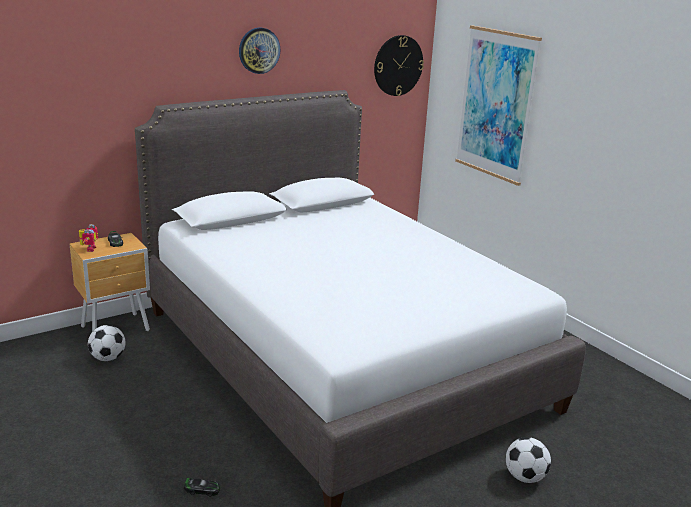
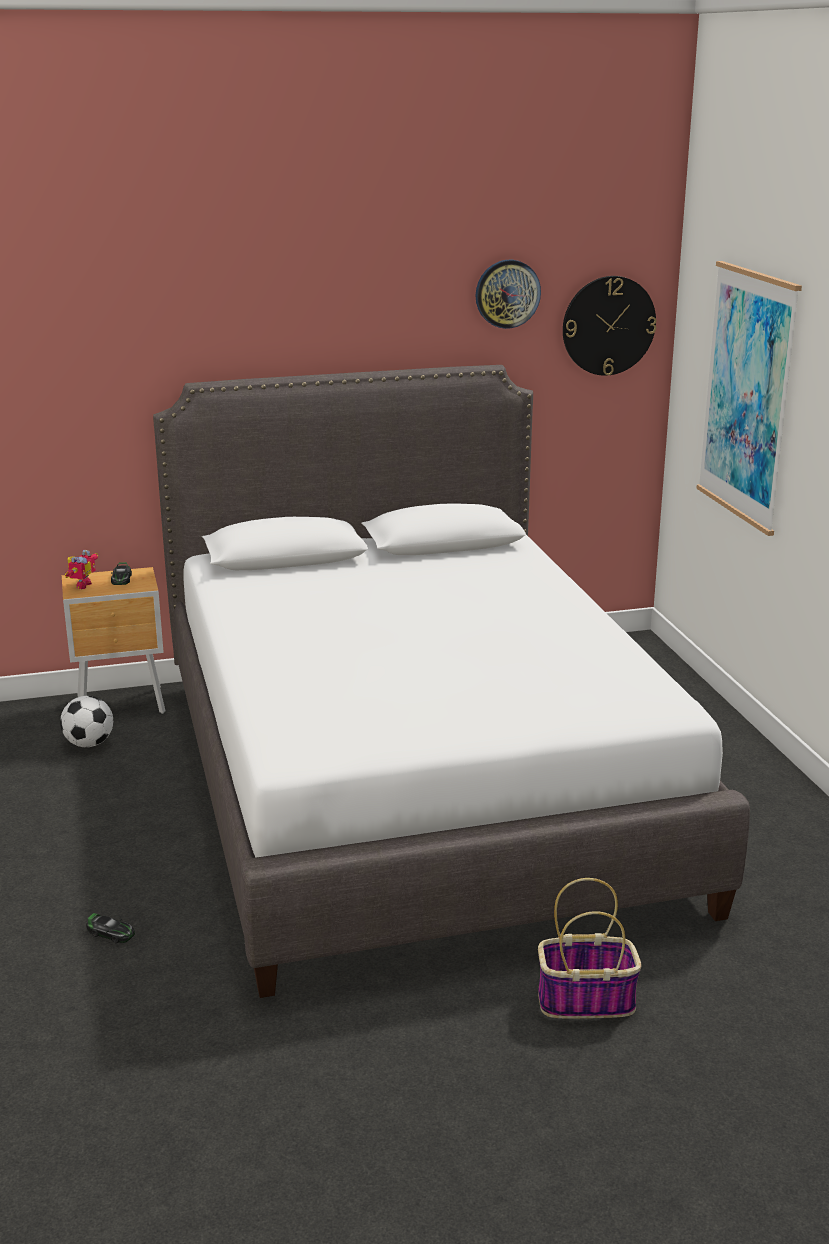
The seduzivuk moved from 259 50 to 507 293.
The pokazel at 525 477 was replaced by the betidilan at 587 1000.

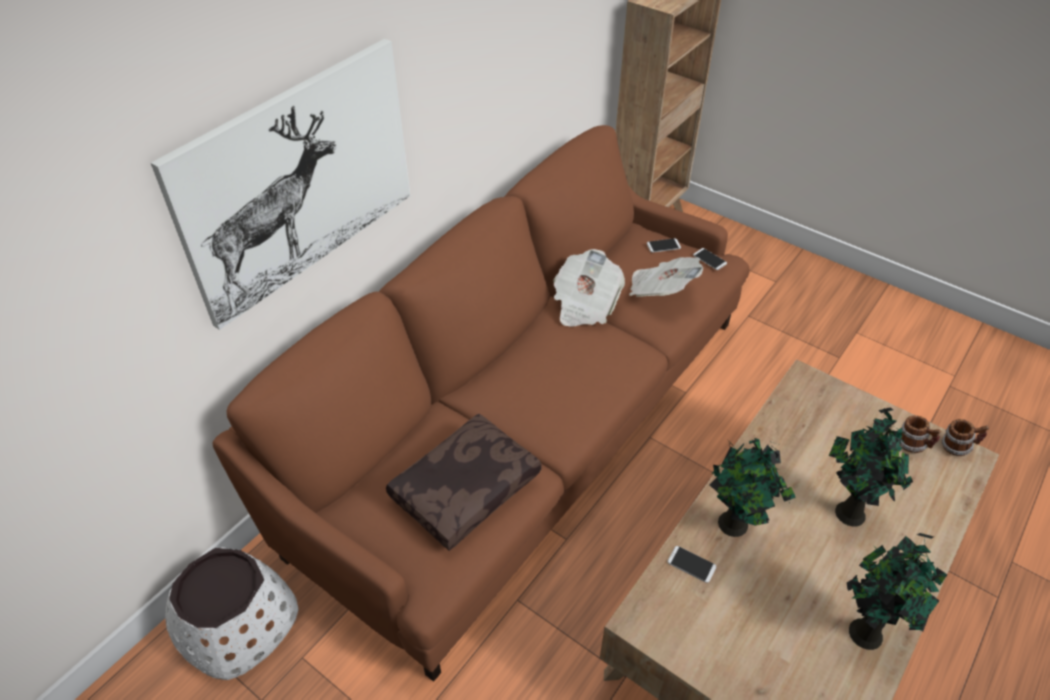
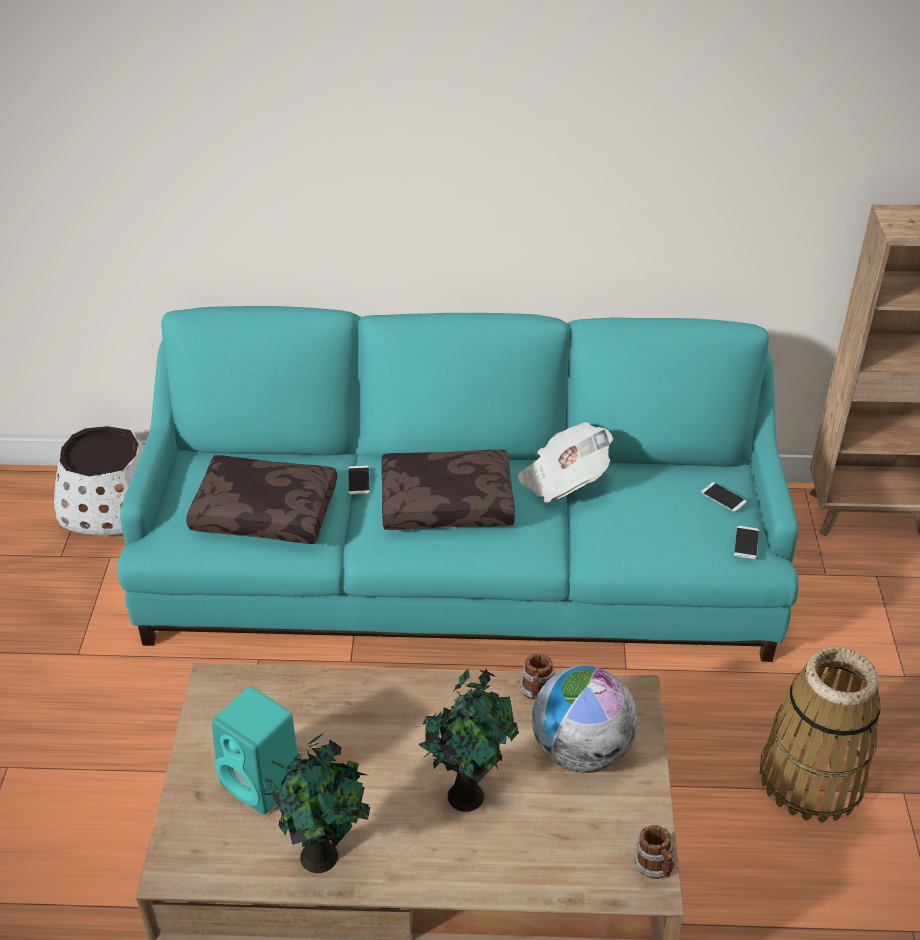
The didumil at 299 180 disappeared.
The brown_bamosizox at 526 423 became the turquoise_bamosizox at 461 566.
The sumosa at 661 290 disappeared.
The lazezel moved from 912 445 to 536 692.
The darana at 735 525 disappeared.
The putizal moved from 691 564 to 358 480.
The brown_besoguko at 448 501 appeared.
The betidilan at 811 777 appeared.
The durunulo at 581 751 appeared.
The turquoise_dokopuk at 264 782 appeared.

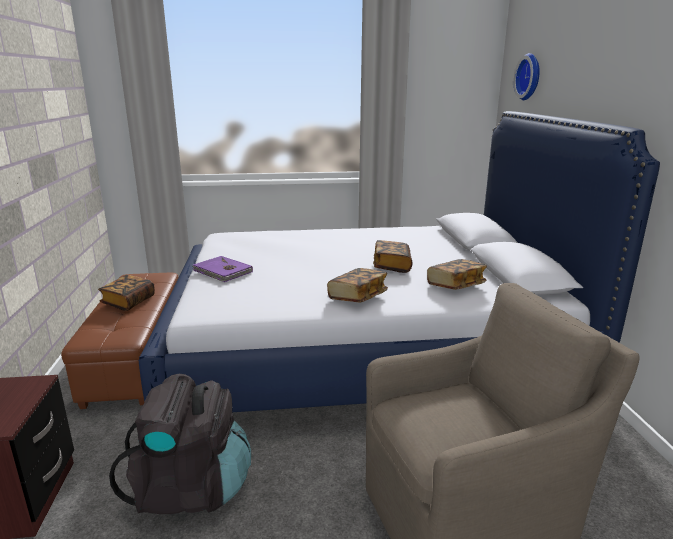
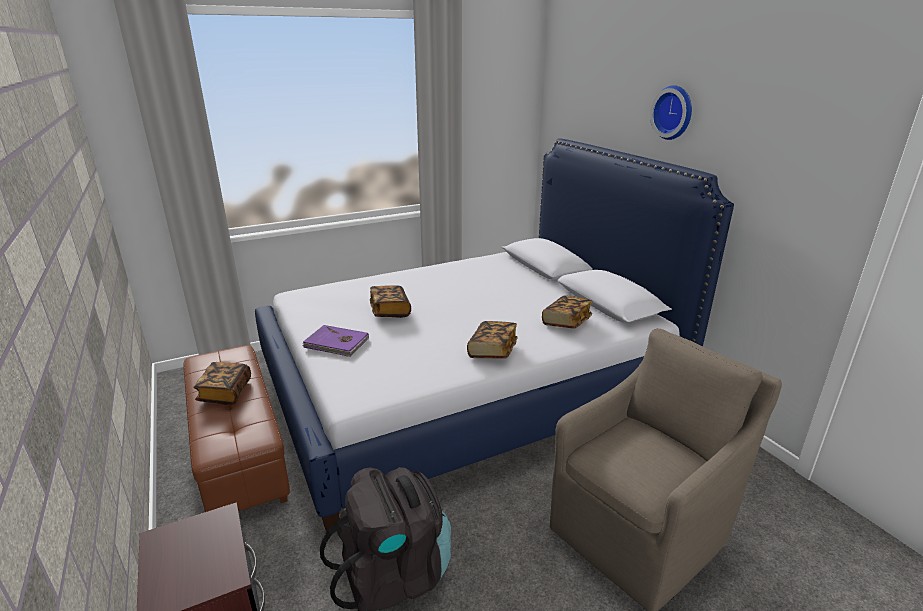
The seduzivuk moved from 530 77 to 674 112.
The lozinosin moved from 392 266 to 390 311.

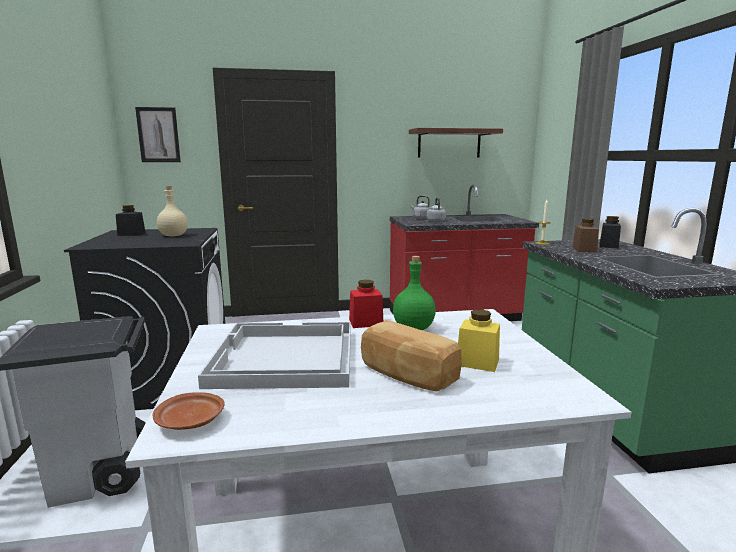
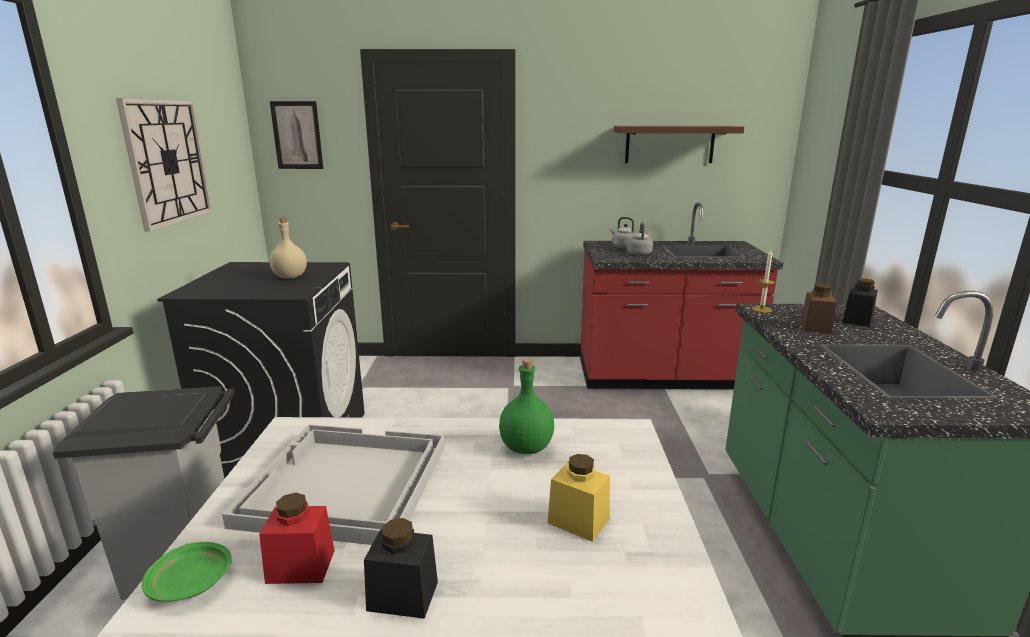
The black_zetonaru moved from 131 234 to 403 596.
The red_zetonaru moved from 366 322 to 301 566.
The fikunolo at 407 375 disappeared.
The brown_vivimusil at 191 421 became the green_vivimusil at 191 583.
The seduzivuk at 167 162 appeared.

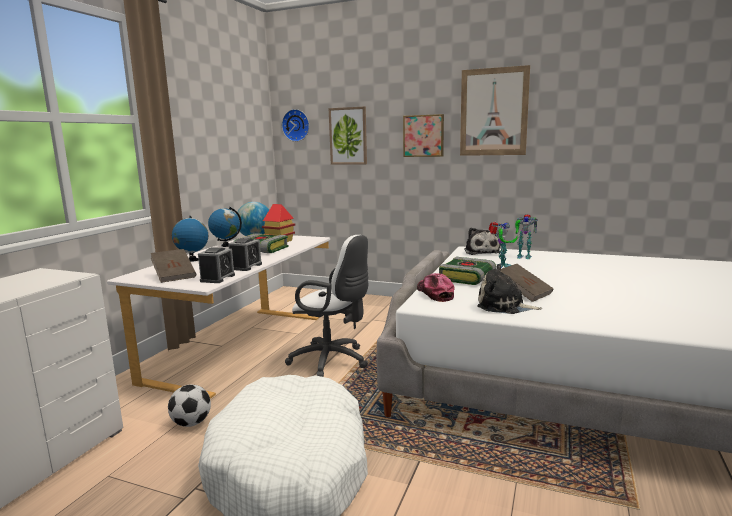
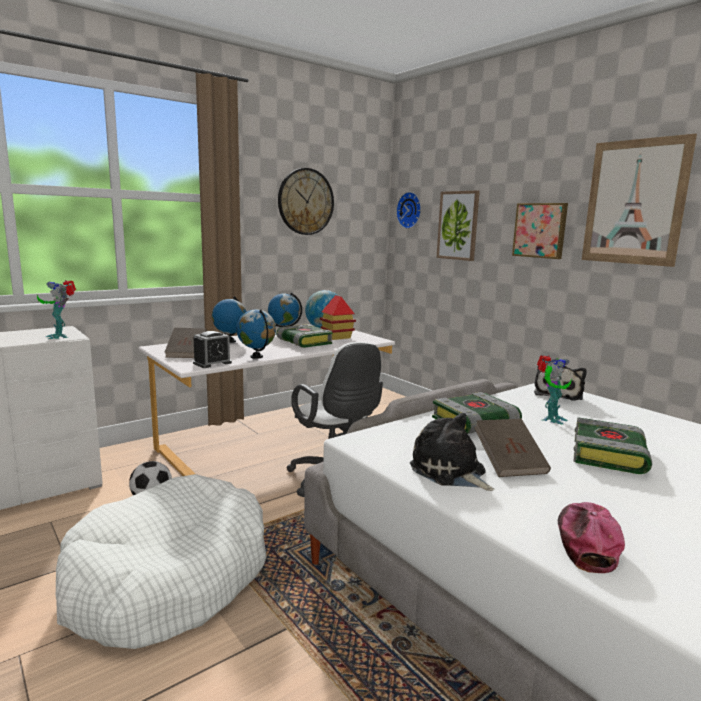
The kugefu moved from 523 256 to 60 336.
The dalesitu at 246 266 was replaced by the durunulo at 256 357.
The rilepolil moved from 434 293 to 585 542.
The seduzivuk at 305 201 appeared.
The lozinosin at 610 456 appeared.

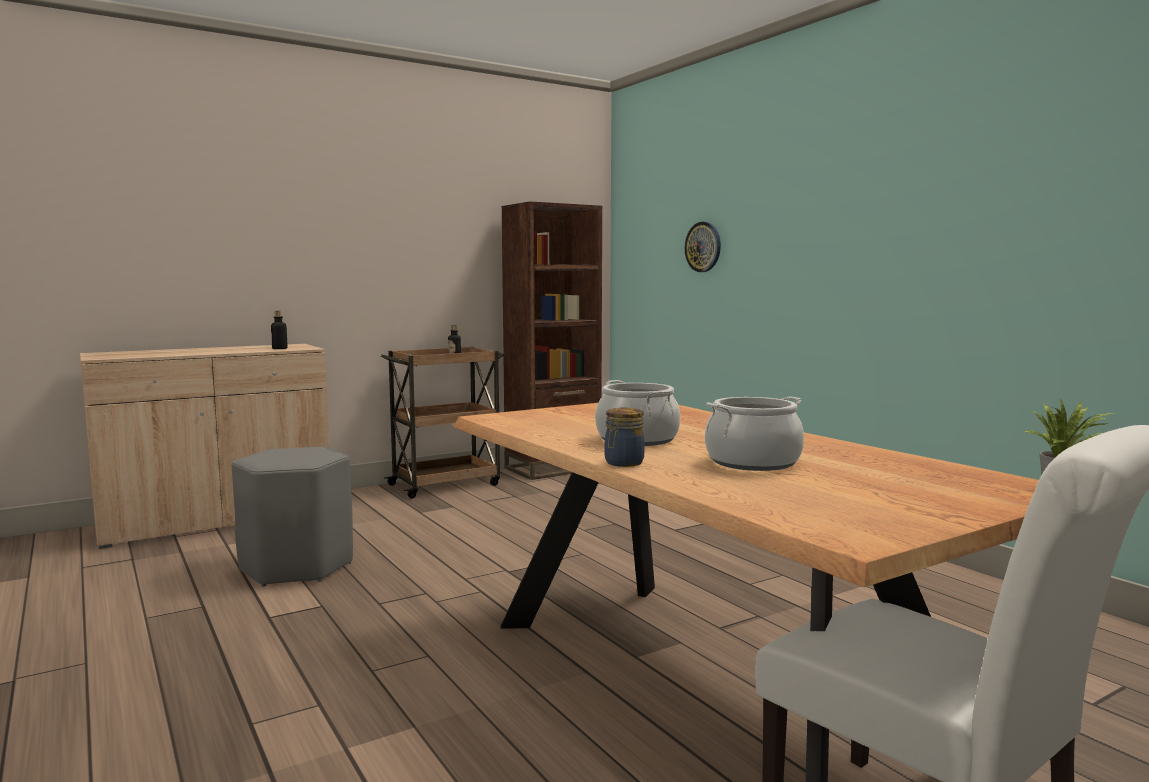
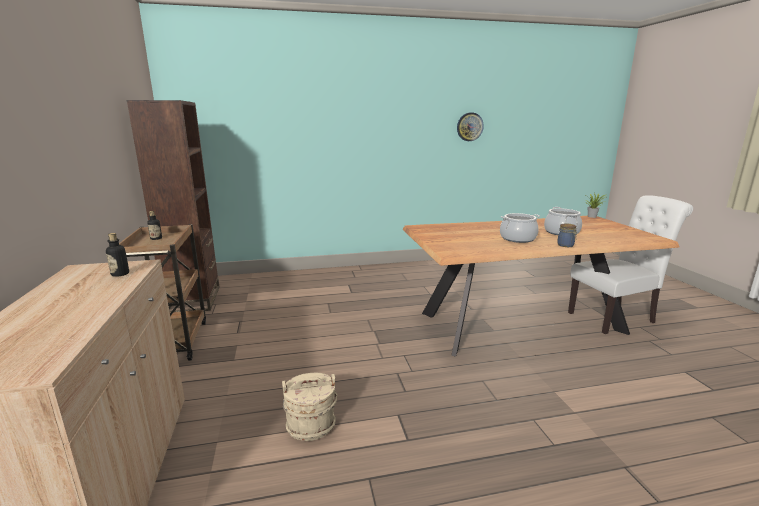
The seduzivuk moved from 703 247 to 469 127.
The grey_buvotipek at 297 566 was replaced by the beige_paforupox at 311 425.

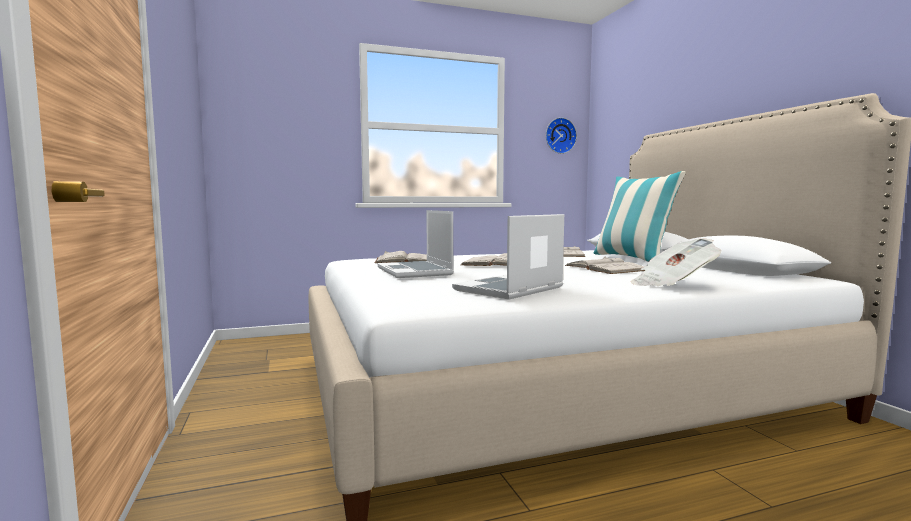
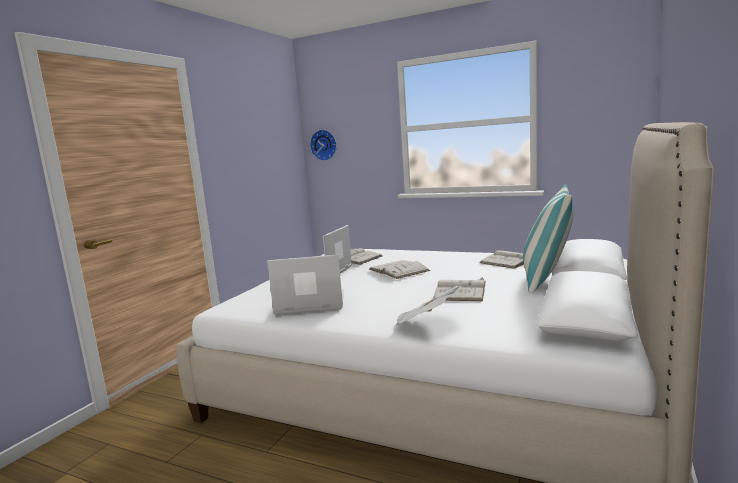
The seduzivuk moved from 559 136 to 324 145.

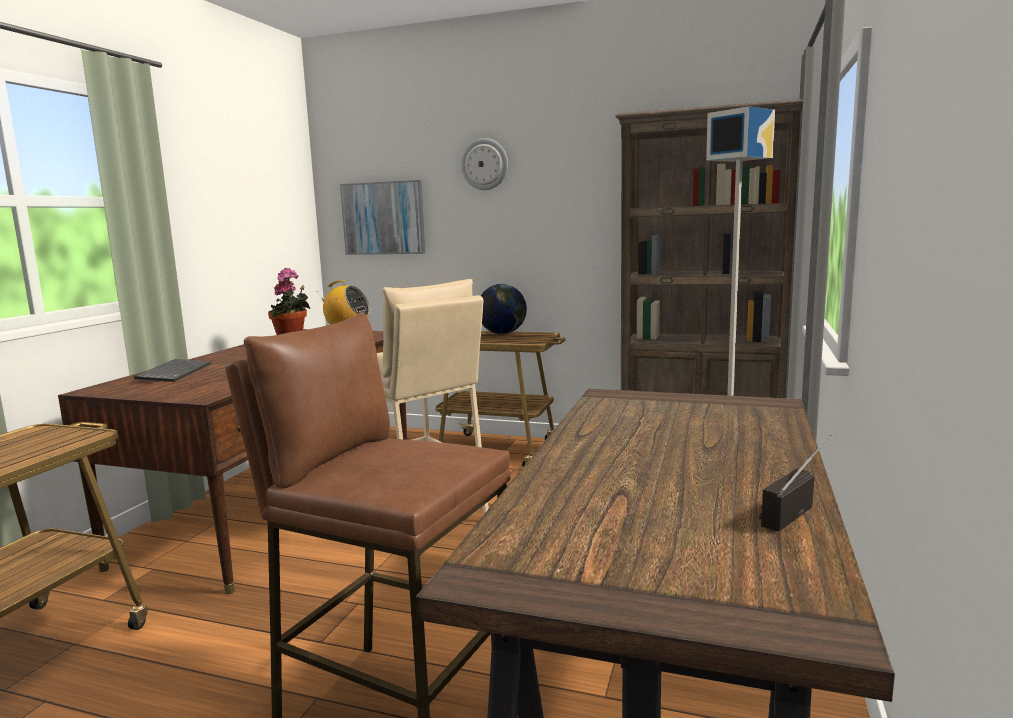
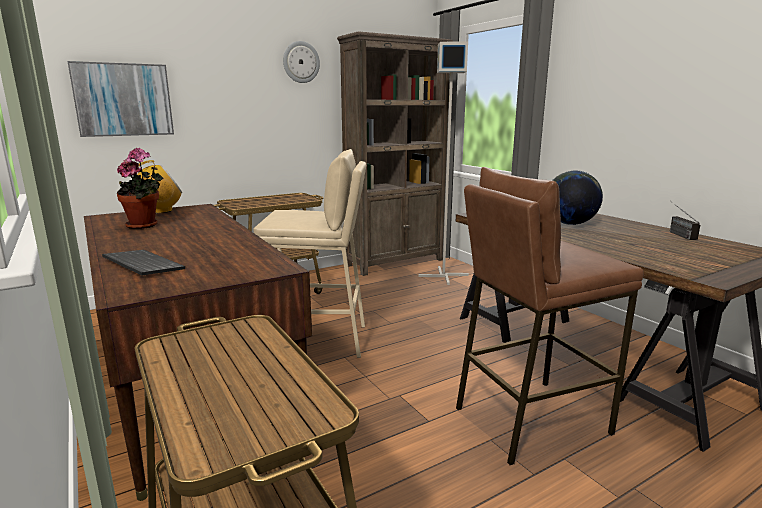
The seduzivuk moved from 484 164 to 301 62.
The durunulo moved from 502 334 to 570 224.

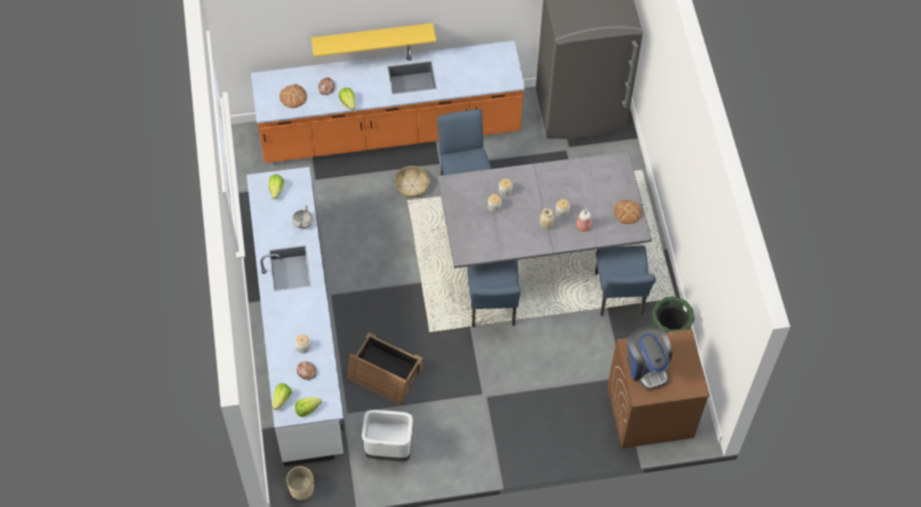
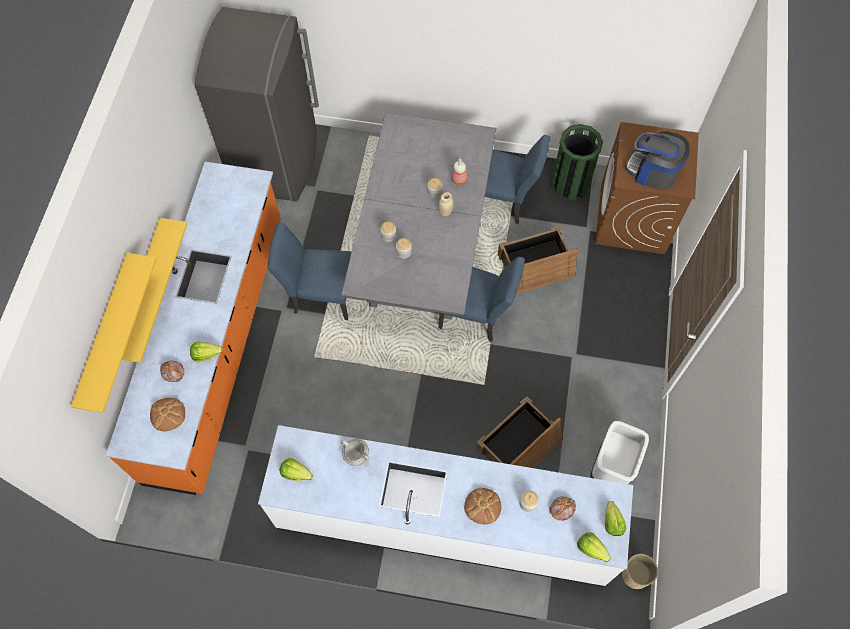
The betidilan at 412 185 disappeared.
The fikunolo moved from 627 212 to 482 506.
The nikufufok at 647 366 turned 150 degrees counterclockwise.
The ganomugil at 535 266 appeared.
The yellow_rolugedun at 105 333 appeared.

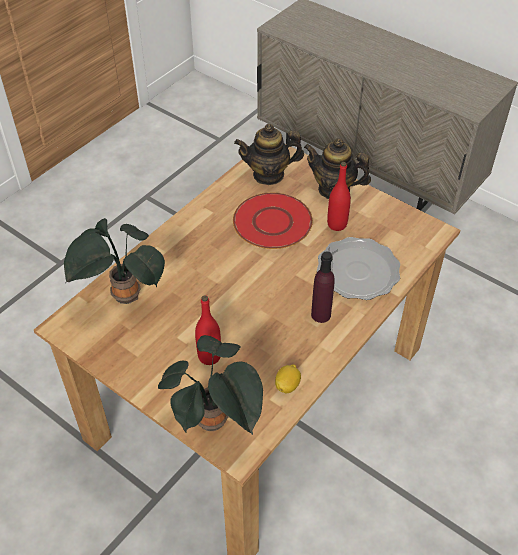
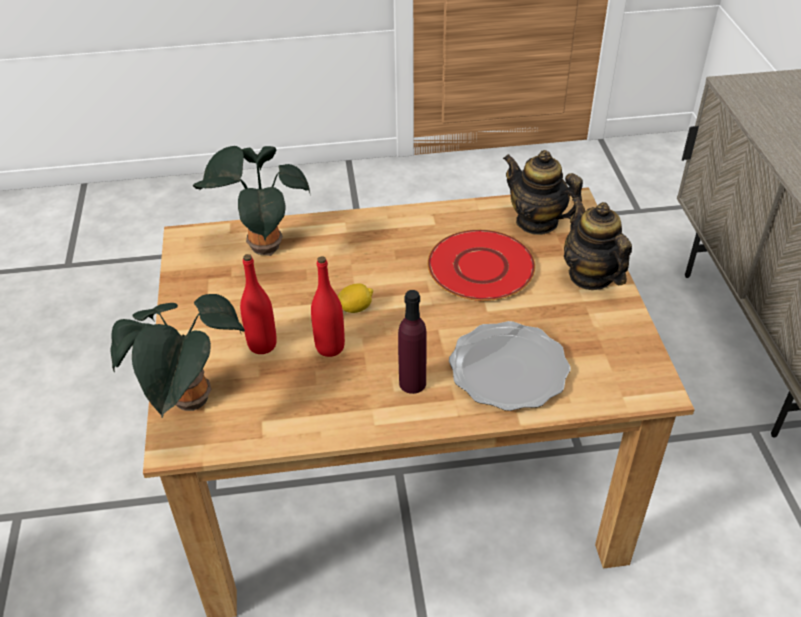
The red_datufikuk moved from 337 224 to 330 347.
The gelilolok moved from 287 385 to 356 308.

